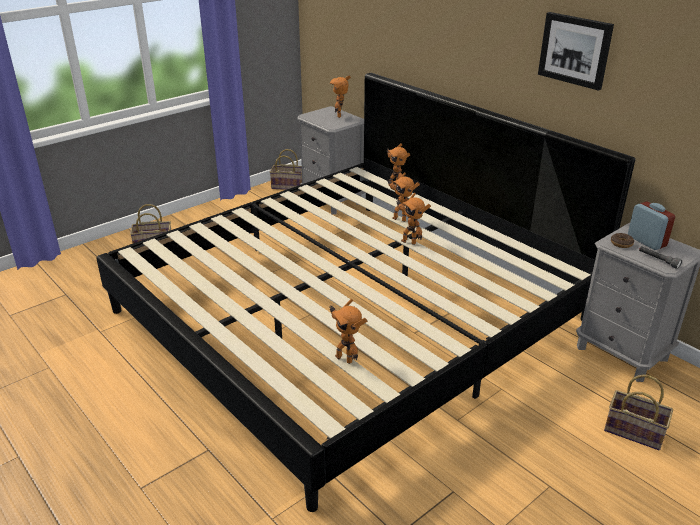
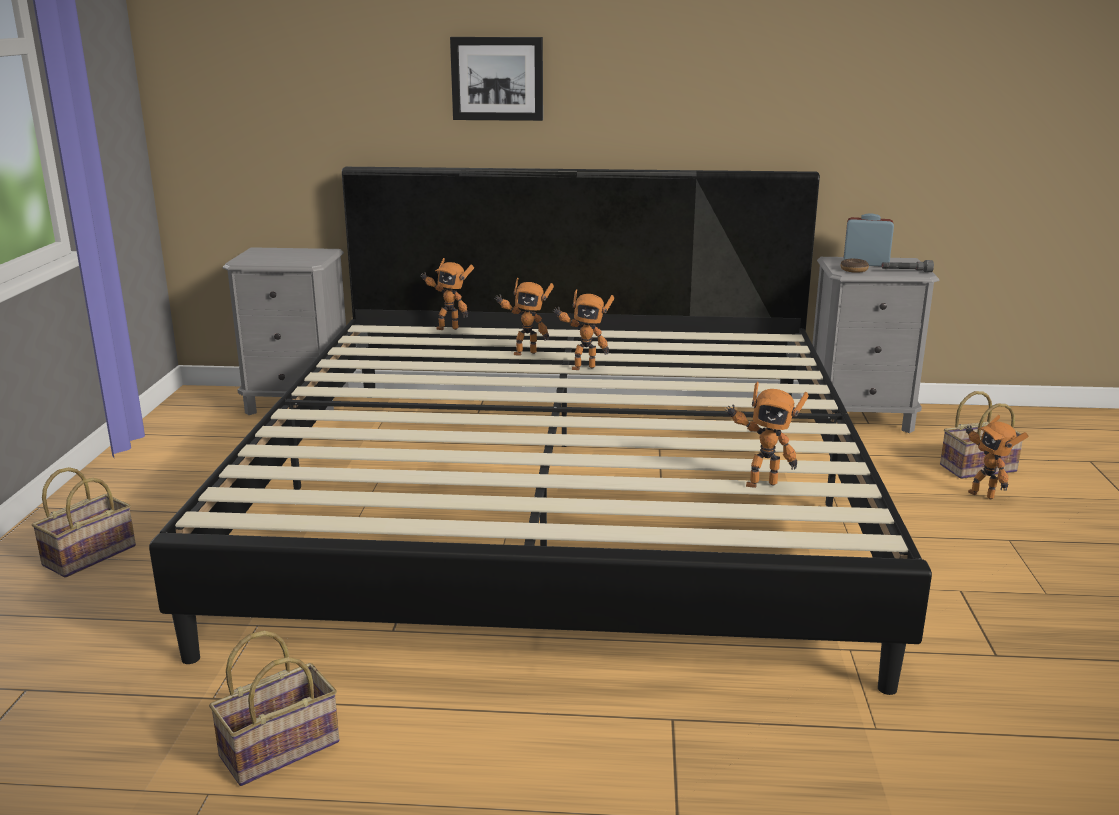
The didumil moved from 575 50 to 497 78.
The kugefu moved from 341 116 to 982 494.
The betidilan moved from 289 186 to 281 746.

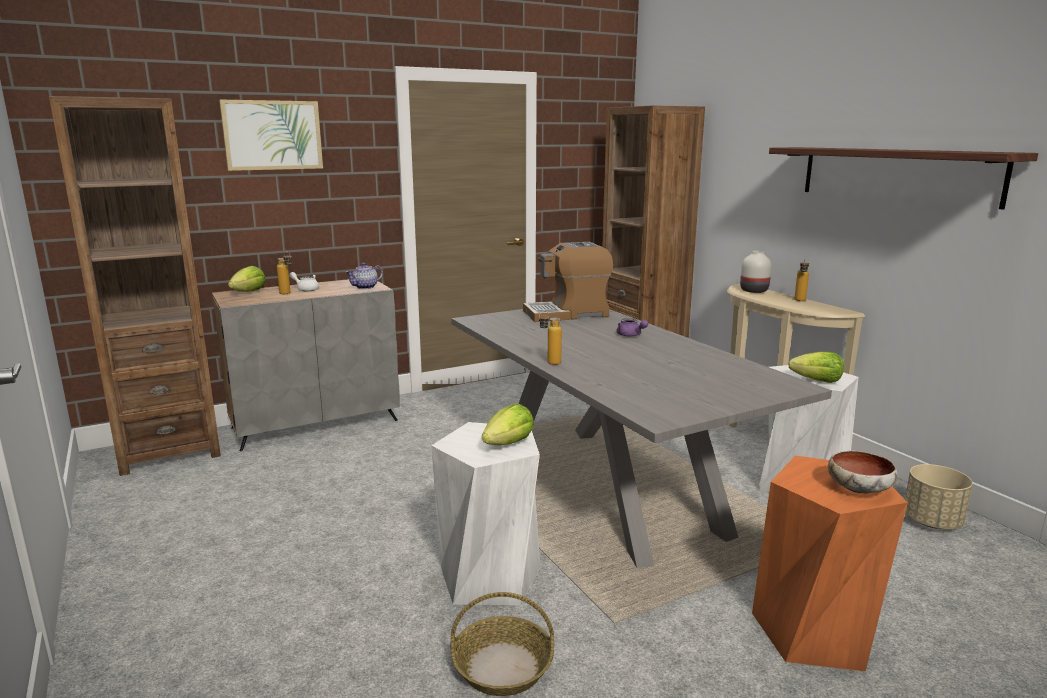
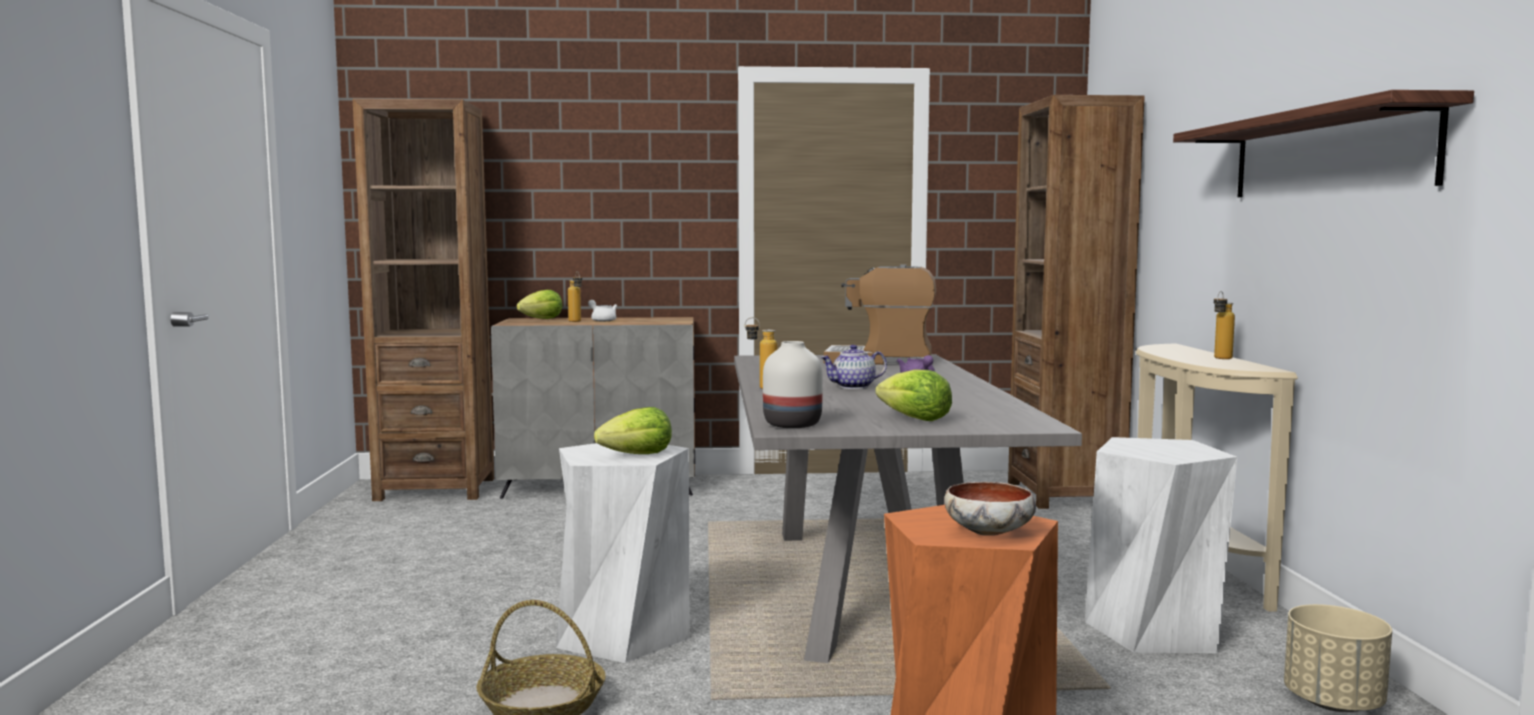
The didumil at 272 135 disappeared.
The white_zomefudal moved from 754 290 to 794 424.
The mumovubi moved from 365 287 to 853 387.
The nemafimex moved from 817 381 to 915 419.

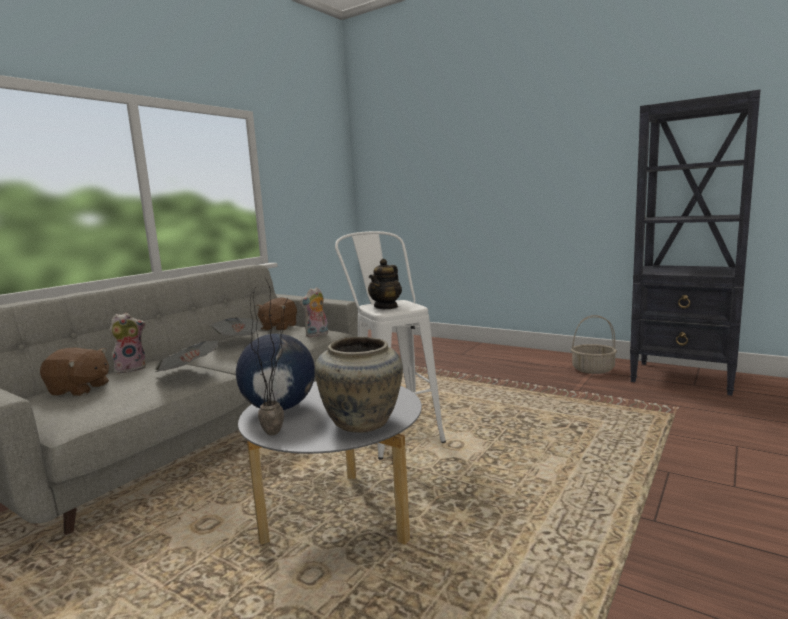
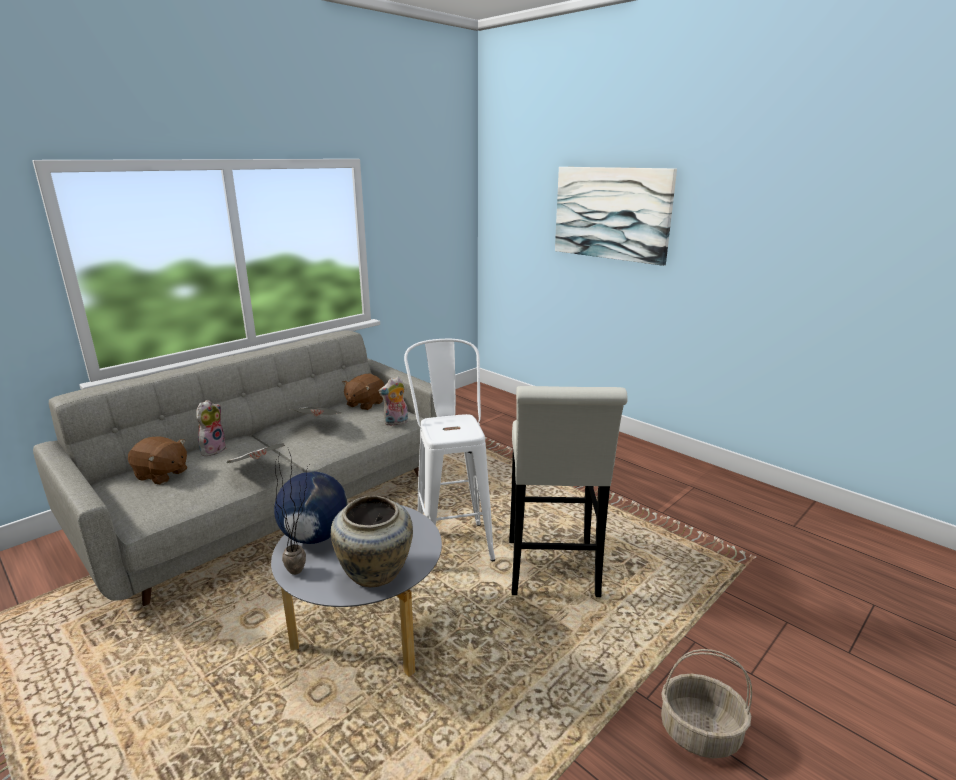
The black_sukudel at 684 378 disappeared.
The mumovubi at 386 307 disappeared.
The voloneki at 131 368 turned 45 degrees counterclockwise.
The betidilan moved from 593 369 to 700 732.
The didumil at 611 213 appeared.
The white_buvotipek at 553 573 appeared.

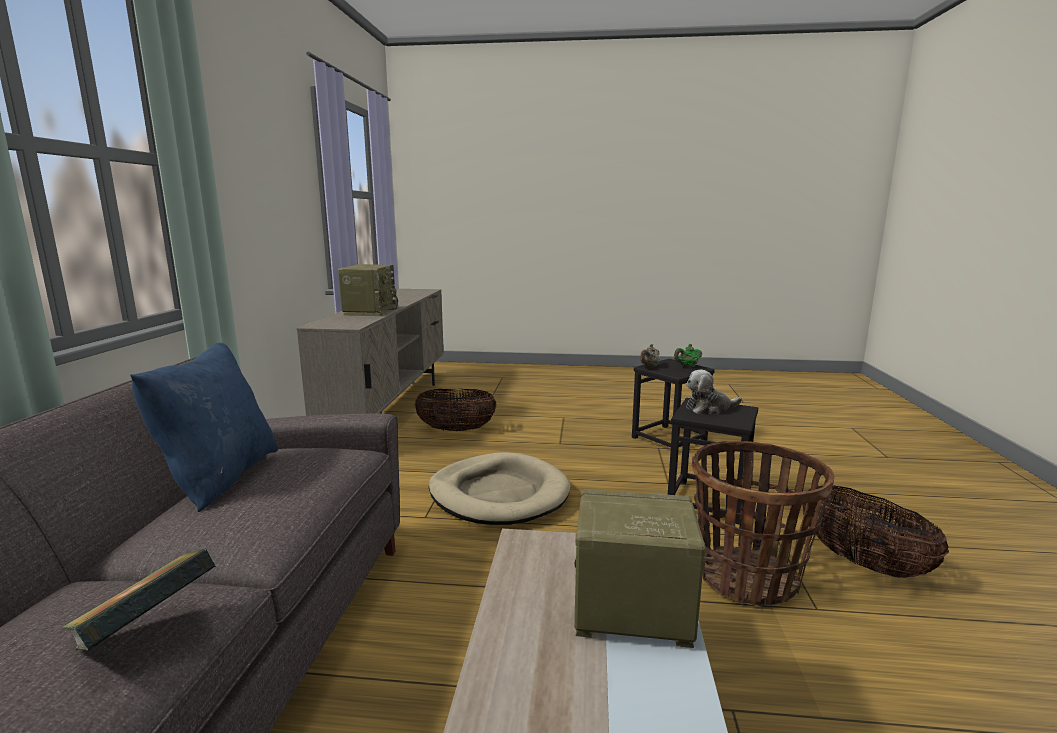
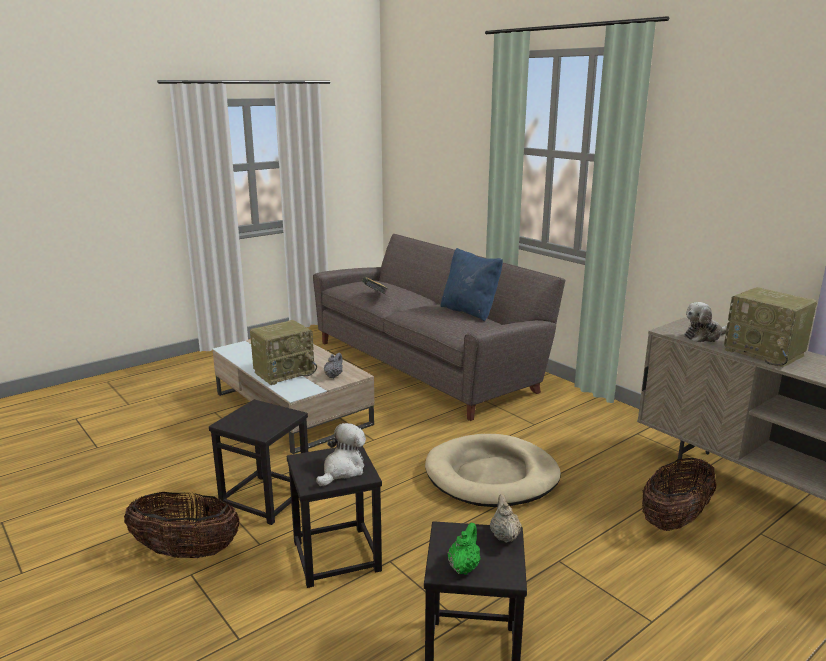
The betidilan at 747 578 was replaced by the black_buvotipek at 266 499.
The voloneki at 704 336 appeared.
The grey_mumovubi at 333 376 appeared.

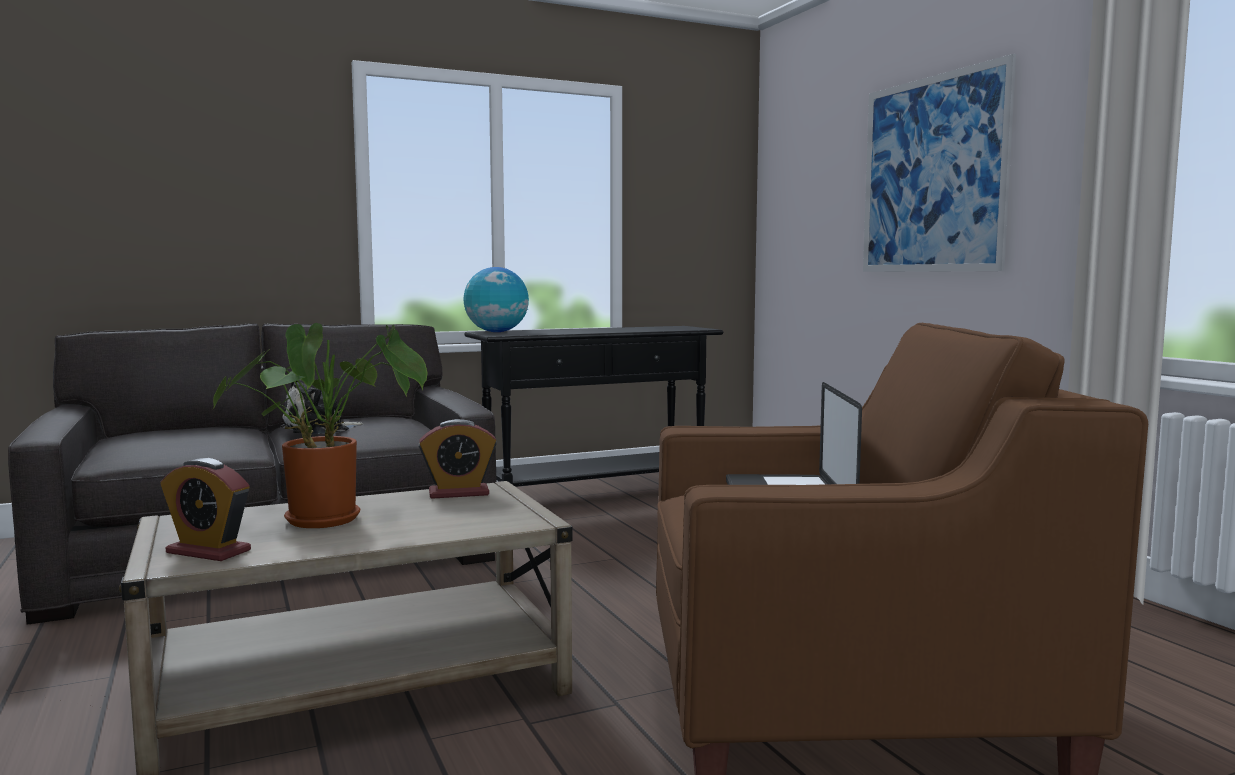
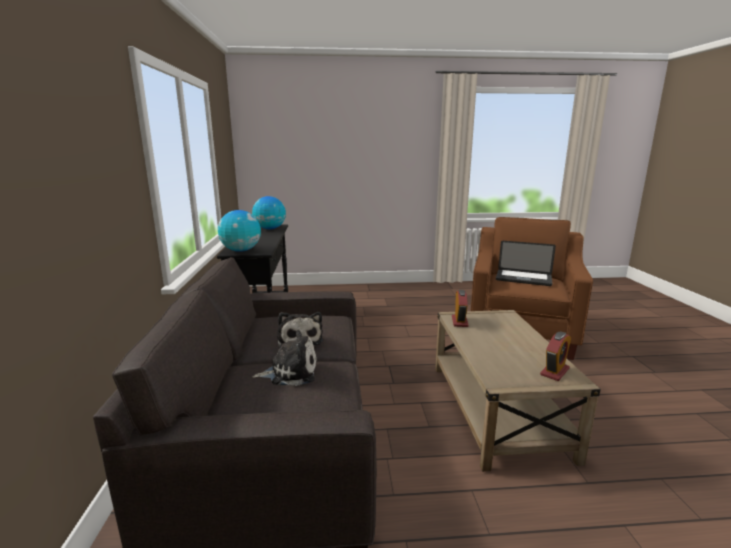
The didumil at 932 175 disappeared.
The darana at 332 518 disappeared.
The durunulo at 270 229 appeared.
The voloneki at 290 372 appeared.

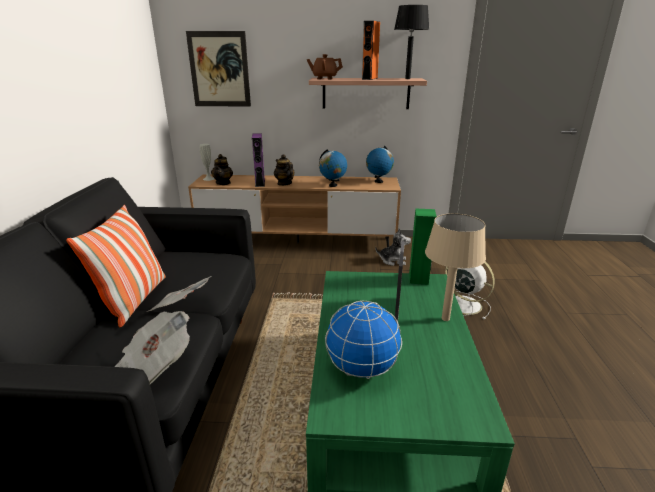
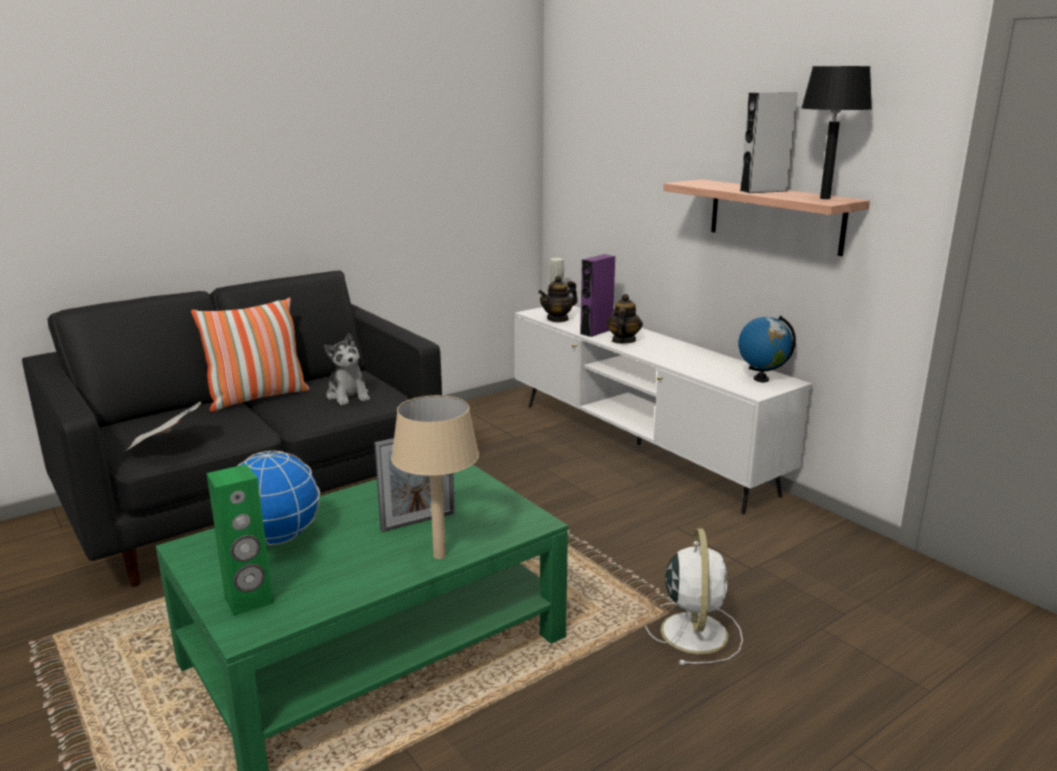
The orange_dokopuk at 369 78 became the grey_dokopuk at 763 191.
The didumil at 219 69 disappeared.
The brown_mumovubi at 324 78 disappeared.
The durunulo at 332 185 disappeared.
The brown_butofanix at 297 243 became the white_butofanix at 638 446.
The green_dokopuk moved from 419 279 to 249 600.
The voloneki moved from 393 260 to 348 395.
The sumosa at 182 308 disappeared.

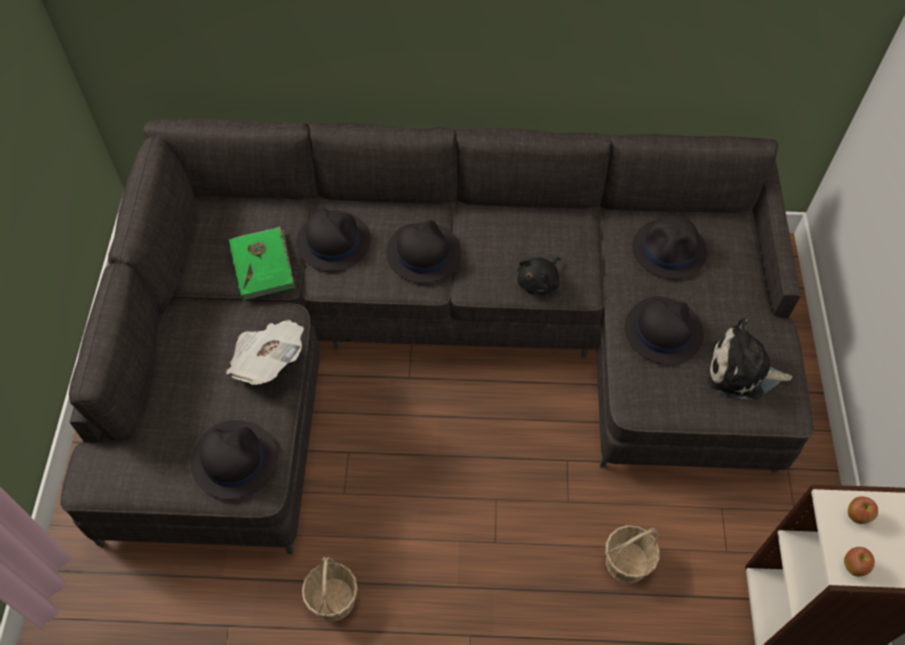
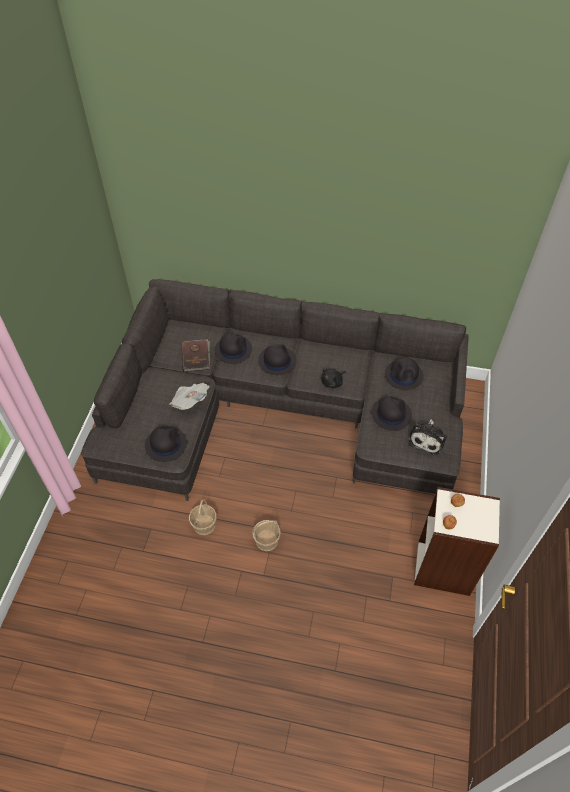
The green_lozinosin at 263 265 became the brown_lozinosin at 196 356.
The voloneki at 742 372 turned 90 degrees counterclockwise.
The betidilan moved from 627 562 to 267 540.

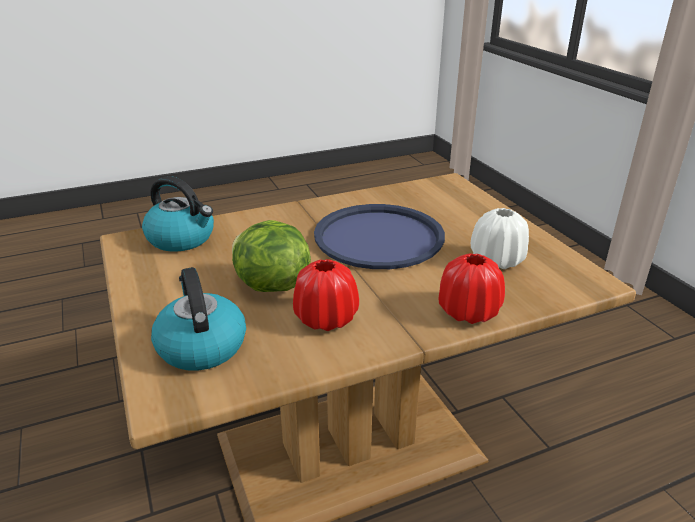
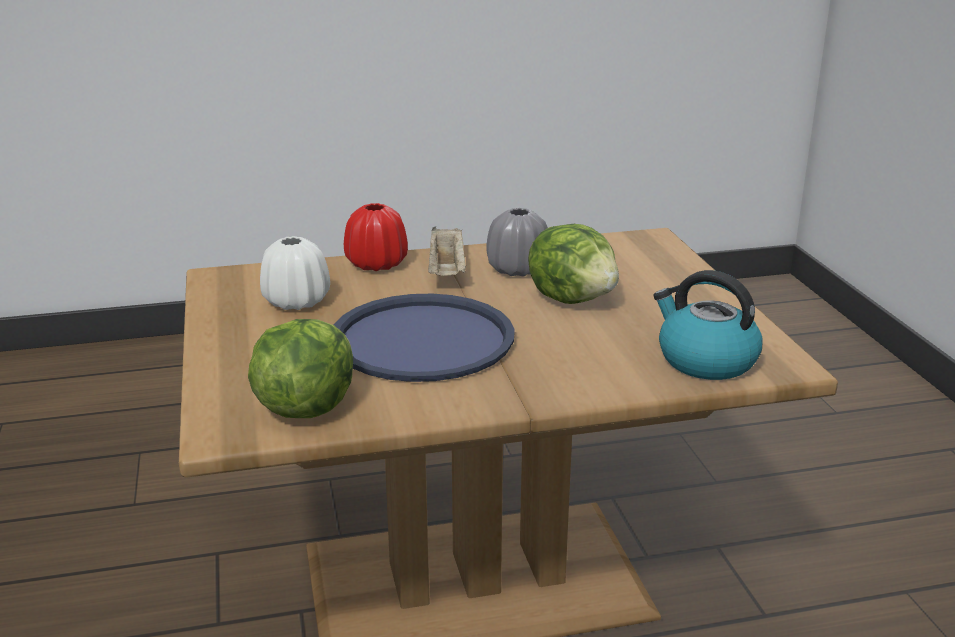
The red_zomefudal at 326 319 became the grey_zomefudal at 518 269.
The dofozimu at 201 346 disappeared.
The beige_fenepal at 447 270 appeared.
The nemafimex at 305 406 appeared.

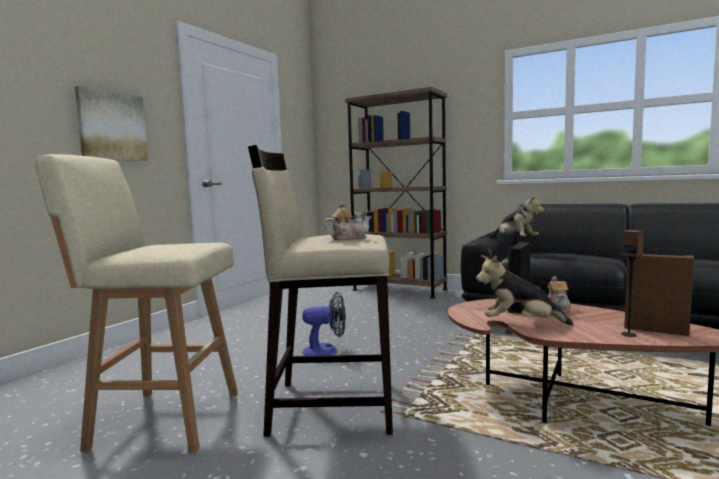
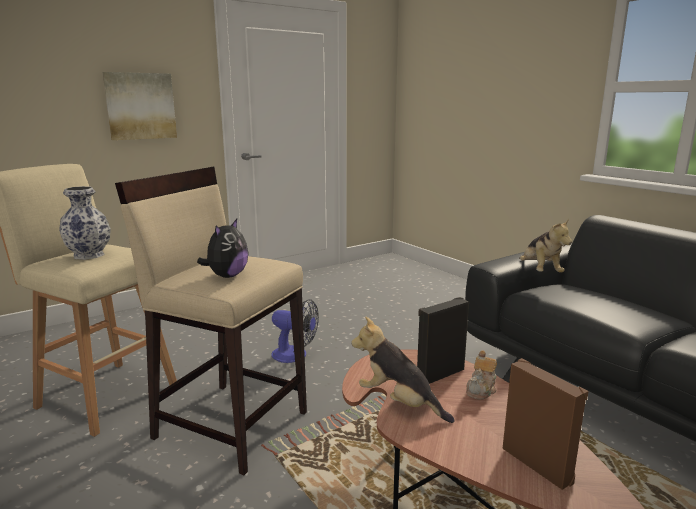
The brown_sukudel at 399 290 disappeared.
The mumovubi at 348 238 was replaced by the voloneki at 227 276.
The dokopuk at 628 334 disappeared.
The zomefudal at 88 255 appeared.

